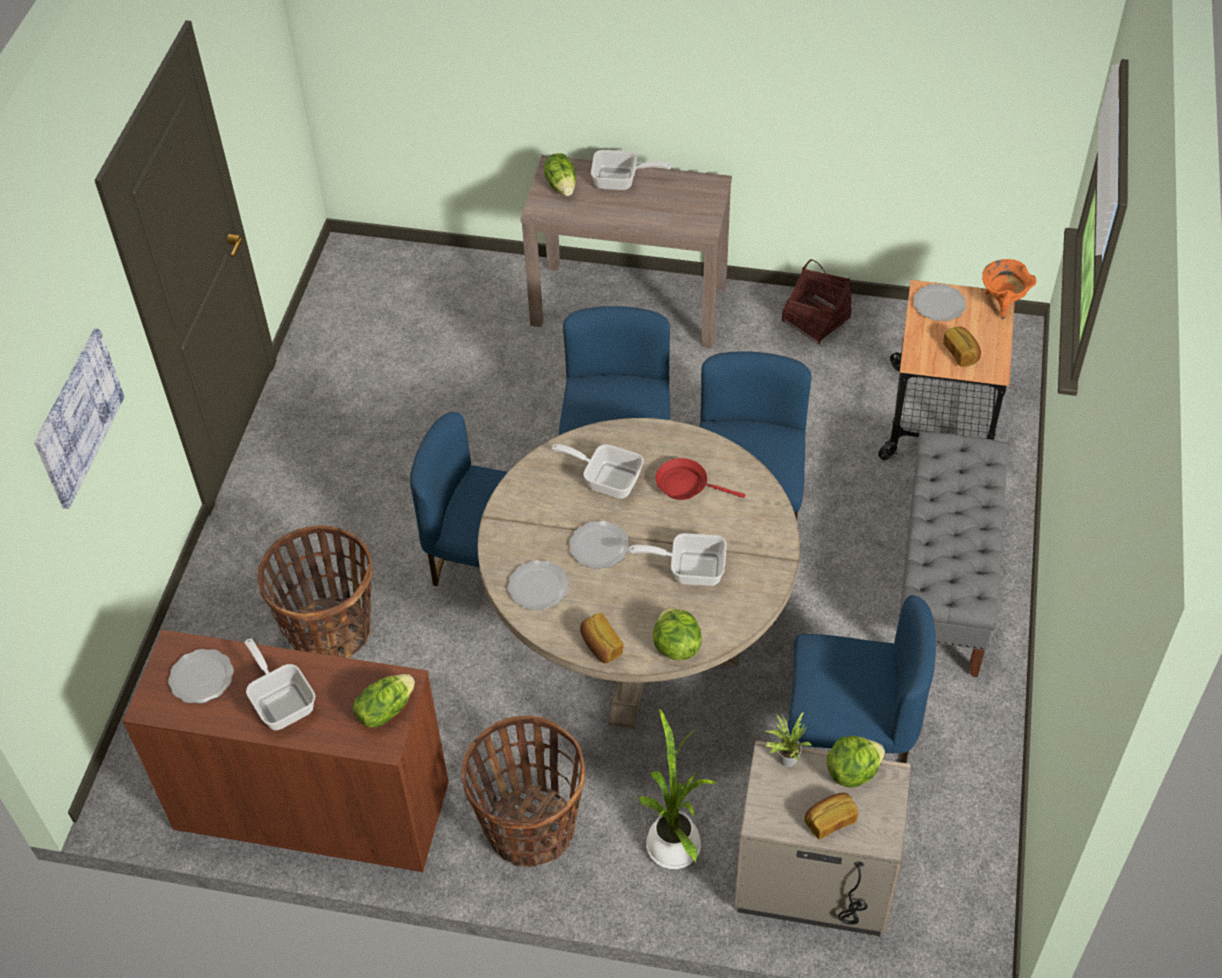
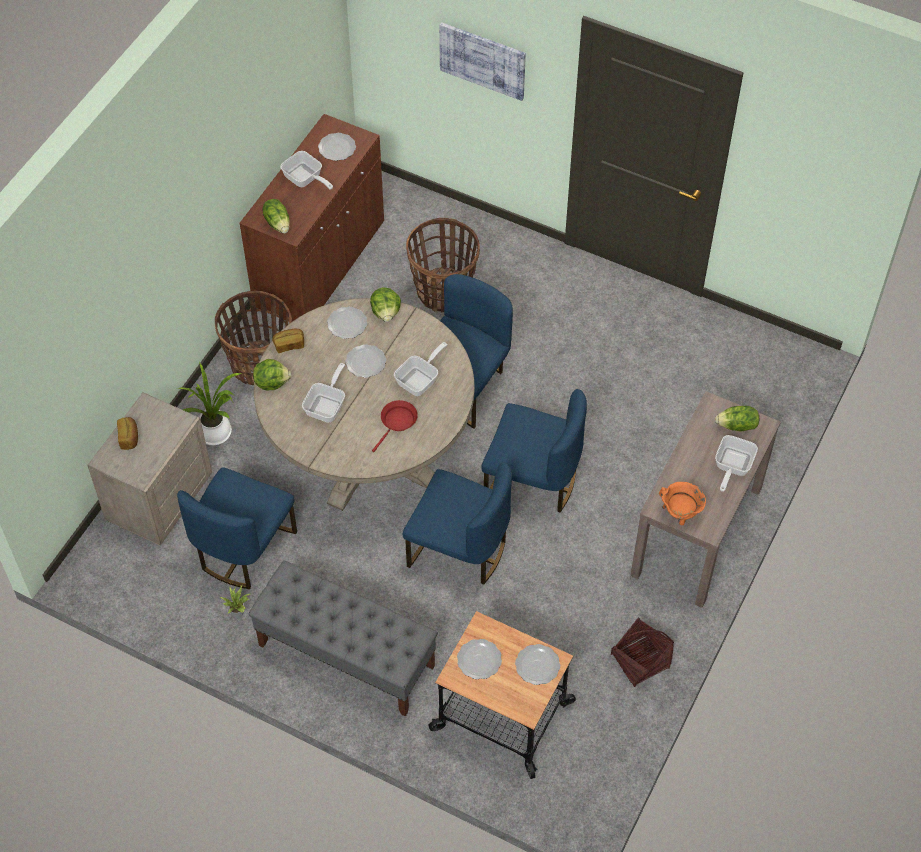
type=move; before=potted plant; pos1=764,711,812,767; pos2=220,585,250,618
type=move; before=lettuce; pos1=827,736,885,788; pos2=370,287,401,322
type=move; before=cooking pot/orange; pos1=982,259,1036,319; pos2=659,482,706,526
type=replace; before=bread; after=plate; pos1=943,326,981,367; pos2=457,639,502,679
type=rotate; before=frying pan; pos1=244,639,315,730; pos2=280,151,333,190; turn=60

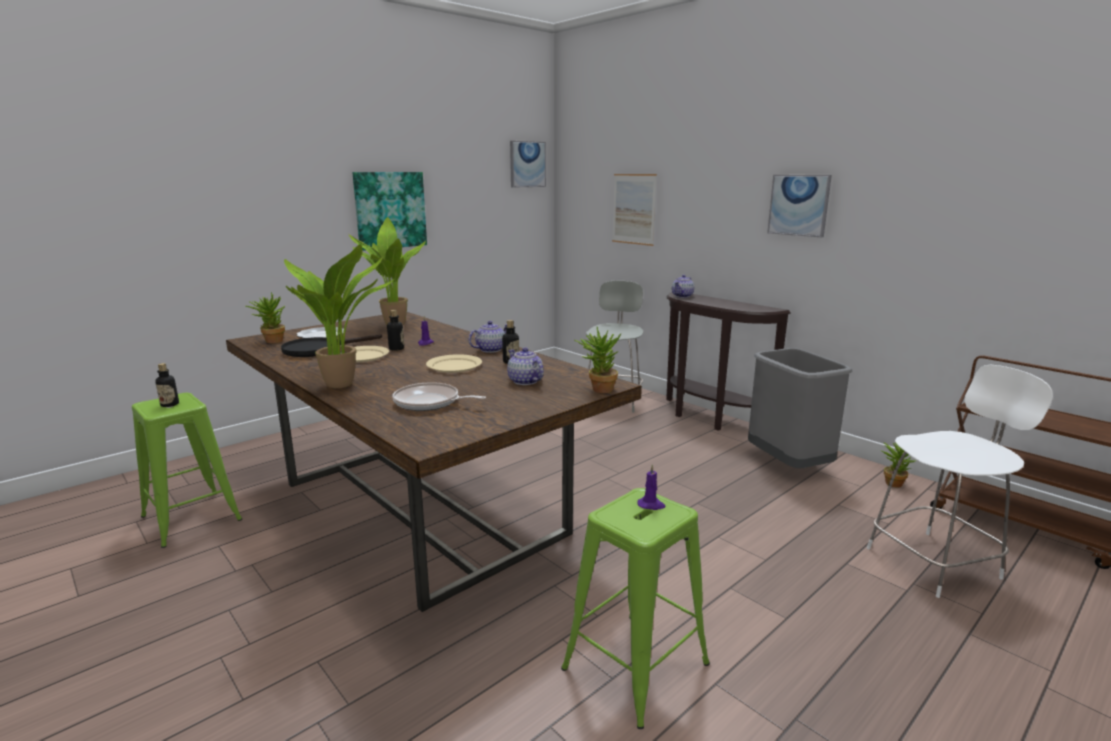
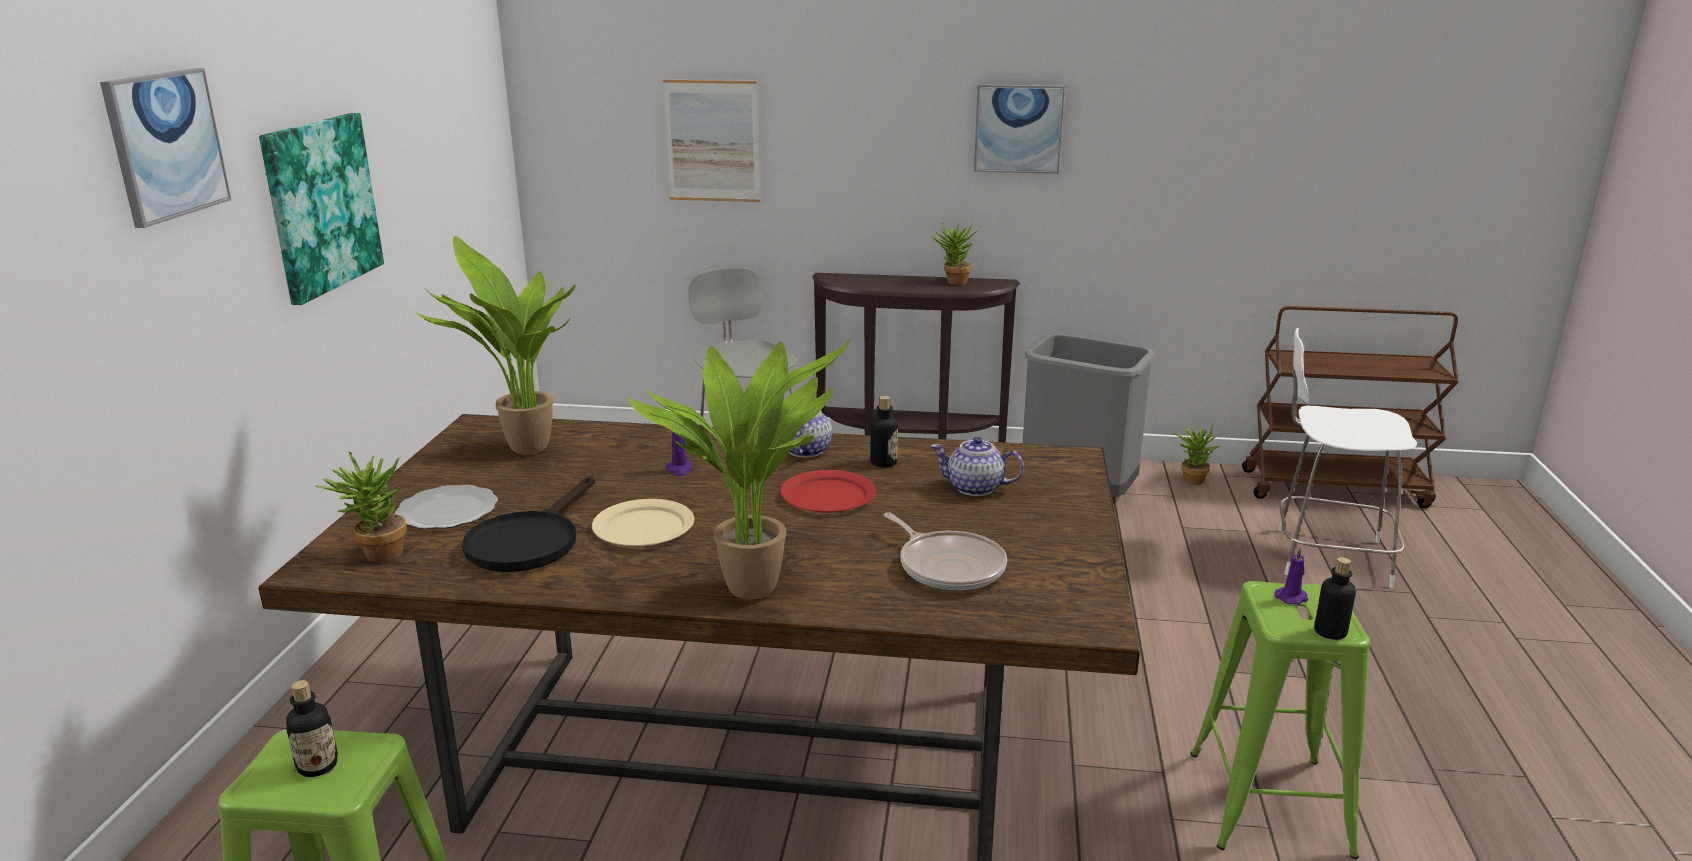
type=delete; before=teapot; pos1=672,275,694,298
type=move; before=bottle; pos1=387,310,404,351; pos2=1314,557,1356,640
type=move; before=picture; pos1=510,141,546,188; pos2=100,68,231,228
type=move; before=potted plant; pos1=575,327,622,393; pos2=932,223,977,285
type=recolor; before=plate/beige; after=plate/red; pos1=426,354,482,373; pos2=780,470,876,513
type=rotate; before=frying pan; pos1=392,382,486,411; pos2=883,512,1007,591; turn=-105
type=rotate; before=chair/white; pos1=867,365,1053,598; pos2=1278,328,1417,588; turn=-105

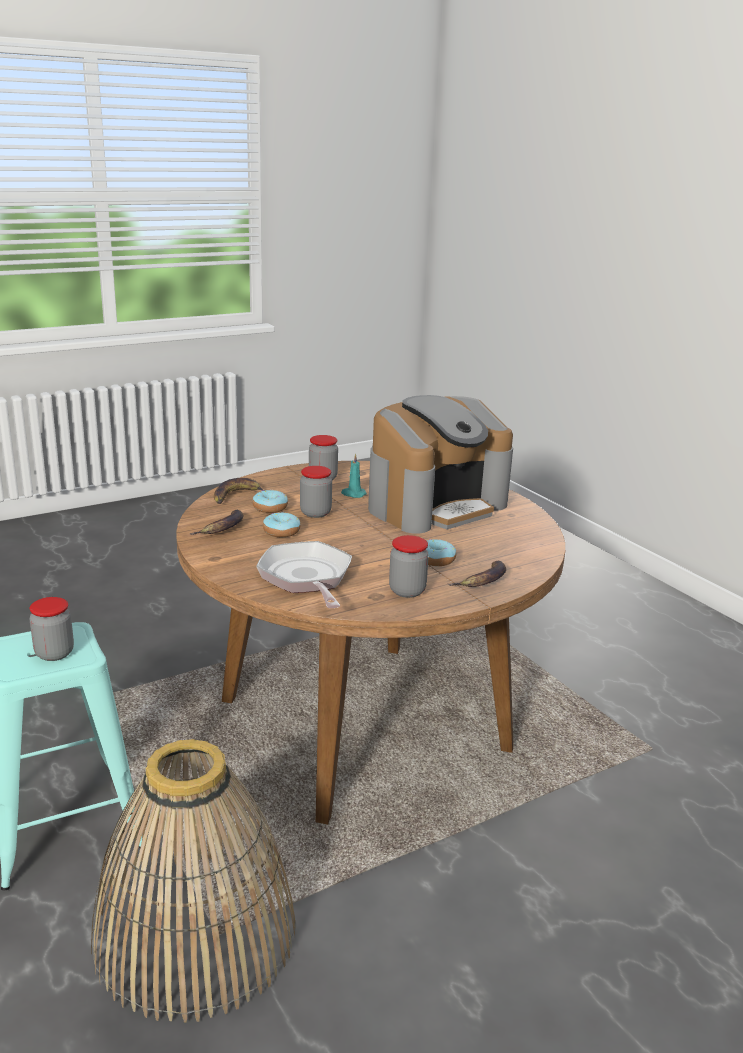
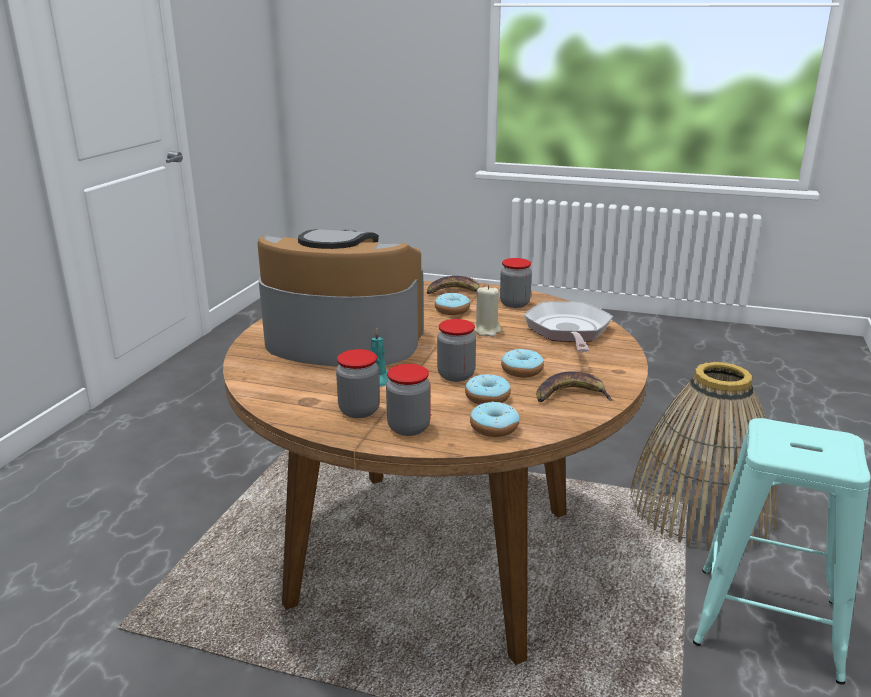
type=insert; after=candle/beige; pos2=474,285,501,337
type=move; before=jar; pos1=29,597,74,661; pos2=386,364,431,436
type=replace; before=banana; after=donut; pos1=214,478,265,504; pos2=470,401,519,437
type=rotate; before=frying pan; pos1=256,541,352,608; pos2=524,301,613,352; turn=150

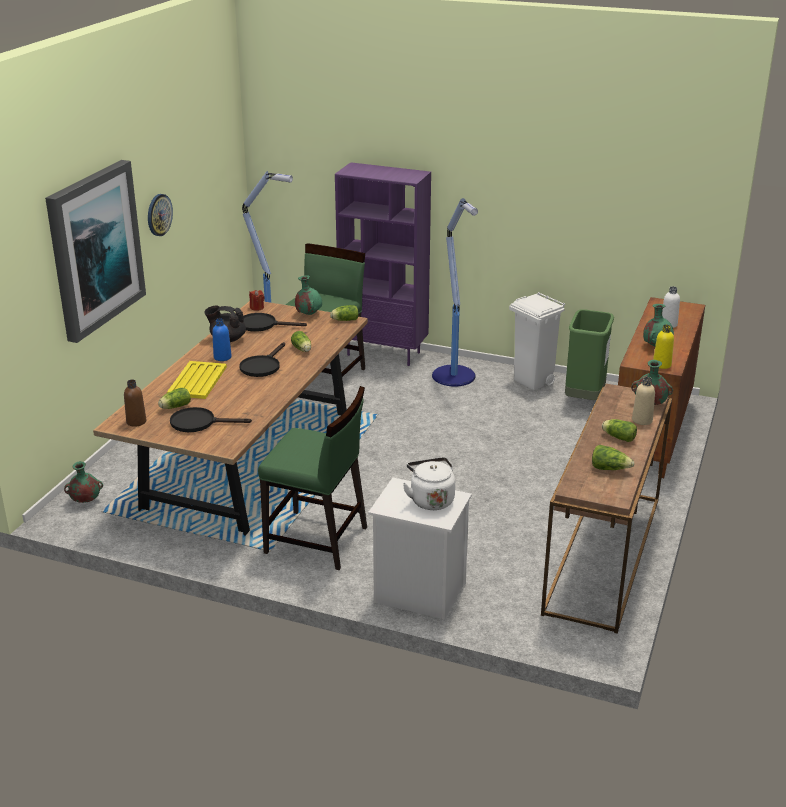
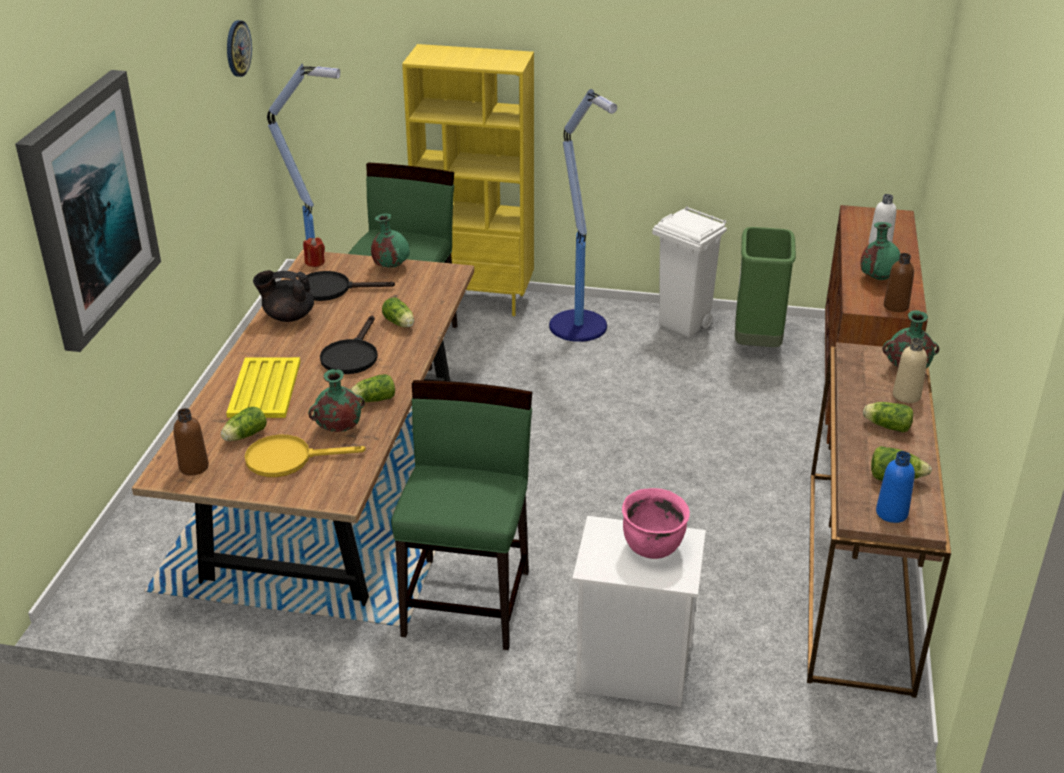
type=move; before=vase/green; pos1=64,461,103,503; pos2=308,369,365,432
type=move; before=wall clock; pos1=148,194,173,236; pos2=227,20,252,77
type=move; before=bottle/blue; pos1=212,318,232,361; pos2=876,451,915,523
type=move; before=lettuce; pos1=330,305,359,321; pos2=350,374,395,402
type=replace; before=kettle/white; after=cooking pot/pink; pos1=403,457,455,510; pos2=622,488,690,559
type=recolor; before=frying pan/black; after=frying pan/yellow; pos1=170,407,252,432; pos2=245,435,366,477
type=recolor; before=bookcase/purple; after=bookcase/yellow; pos1=335,162,431,366; pos2=402,44,534,316
type=recolor; before=bottle/yellow; after=bottle/brown; pos1=653,325,674,369; pos2=884,253,914,312
type=rotate; before=chair/green; pos1=258,386,367,570; pos2=391,380,532,650; turn=-90

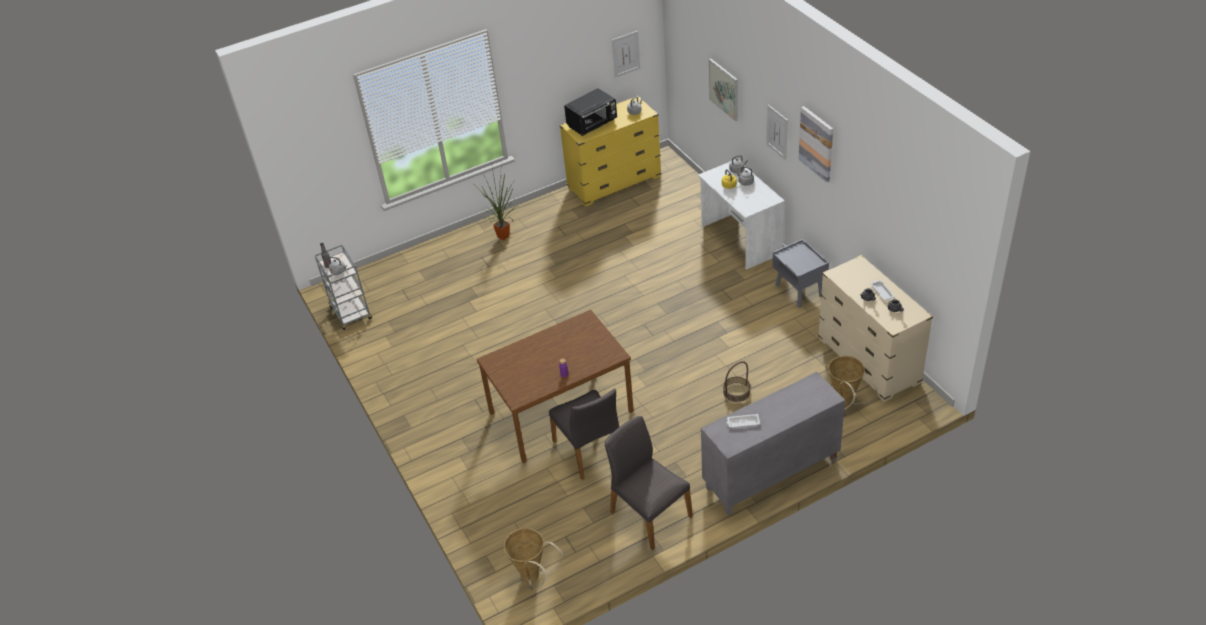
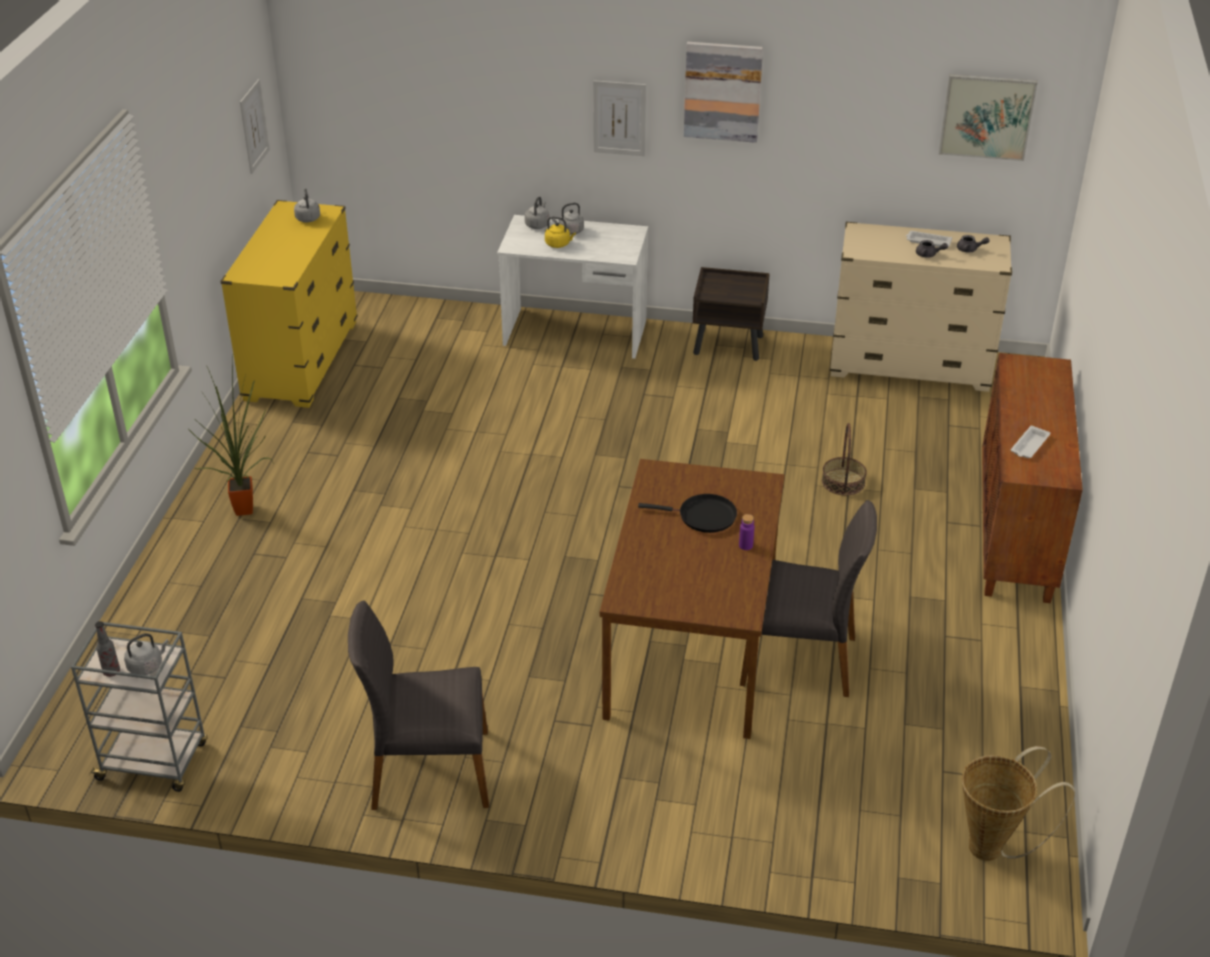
type=delete; before=microwave/black; pos1=564,88,617,136
type=delete; before=basket; pos1=828,356,877,410
type=insert; after=frying pan/black; pos2=638,494,737,533
type=move; before=chair/grey; pos1=605,416,693,550; pos2=348,600,489,810
type=move; before=picture; pos1=709,58,738,121; pos2=939,74,1038,161
type=recolor; before=cabinet/grey; after=cabinet/brown; pos1=701,372,845,515; pos2=982,353,1083,603
type=recolor; before=nightstand/grey; after=nightstand/brown; pos1=772,239,829,308; pos2=693,267,770,361

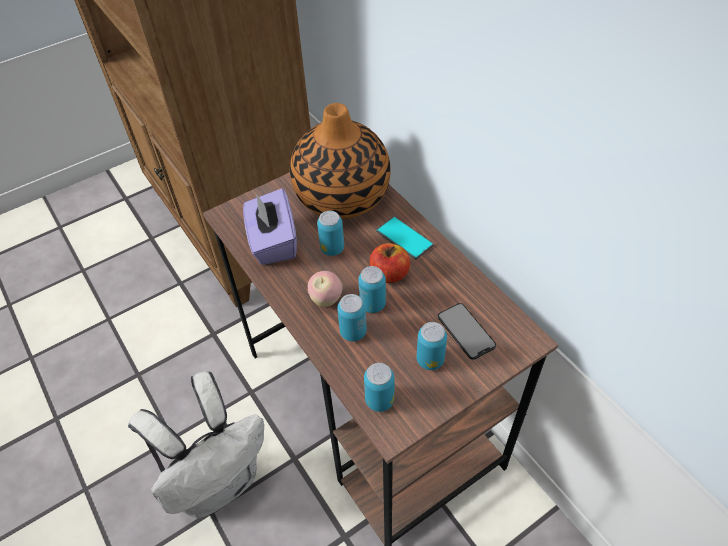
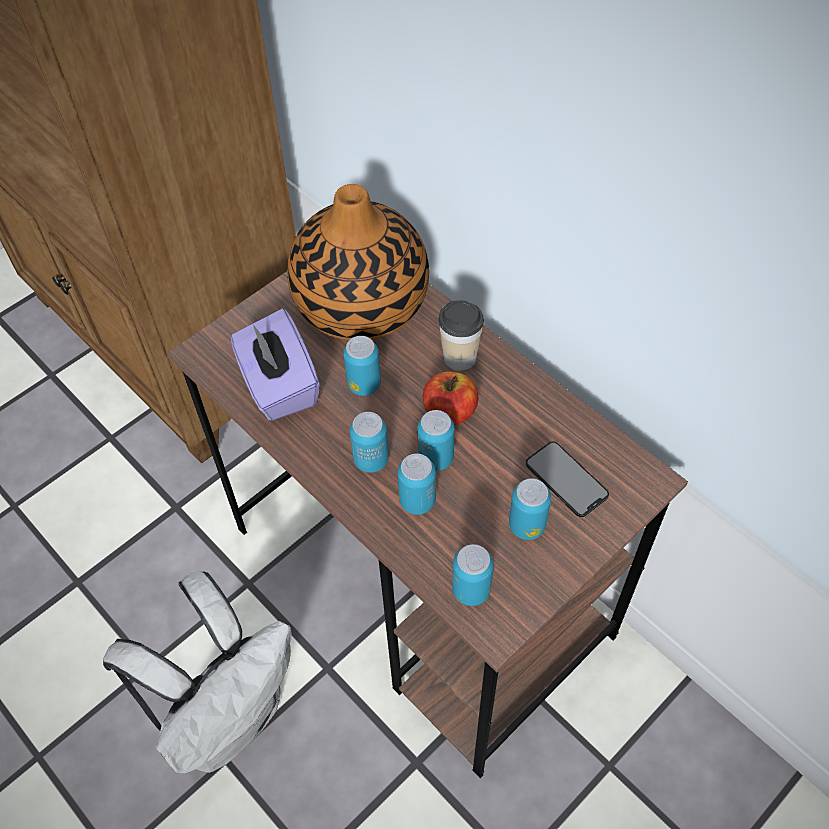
type=replace; before=apple; after=can; pos1=308,271,342,307; pos2=350,412,389,473
type=replace; before=phone; after=cup; pos1=376,216,434,260; pos2=439,300,484,371

